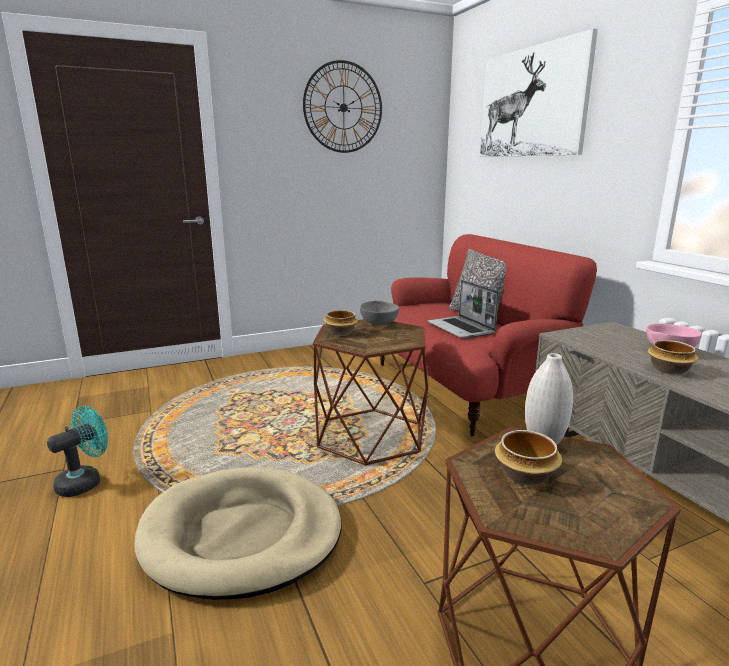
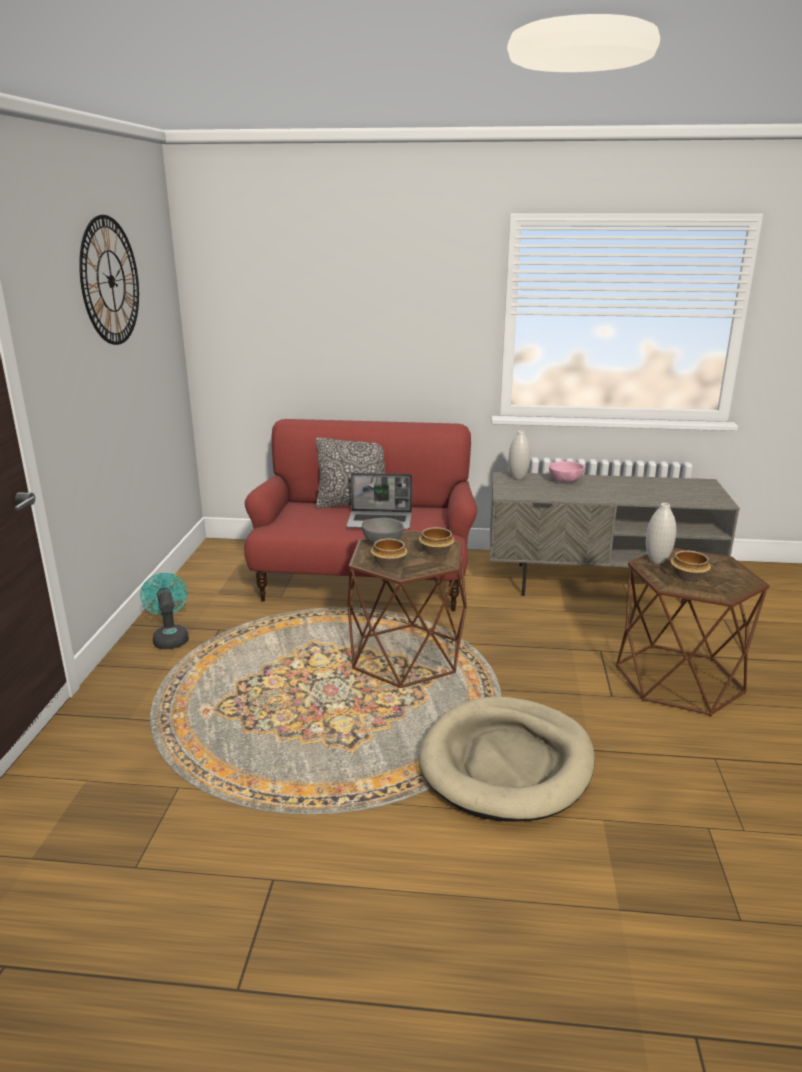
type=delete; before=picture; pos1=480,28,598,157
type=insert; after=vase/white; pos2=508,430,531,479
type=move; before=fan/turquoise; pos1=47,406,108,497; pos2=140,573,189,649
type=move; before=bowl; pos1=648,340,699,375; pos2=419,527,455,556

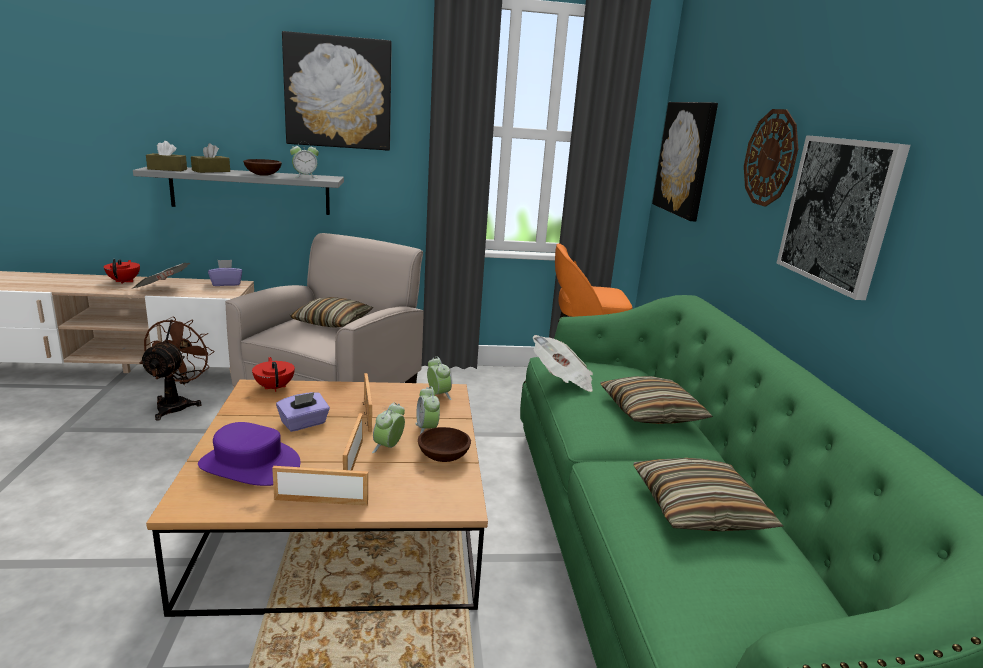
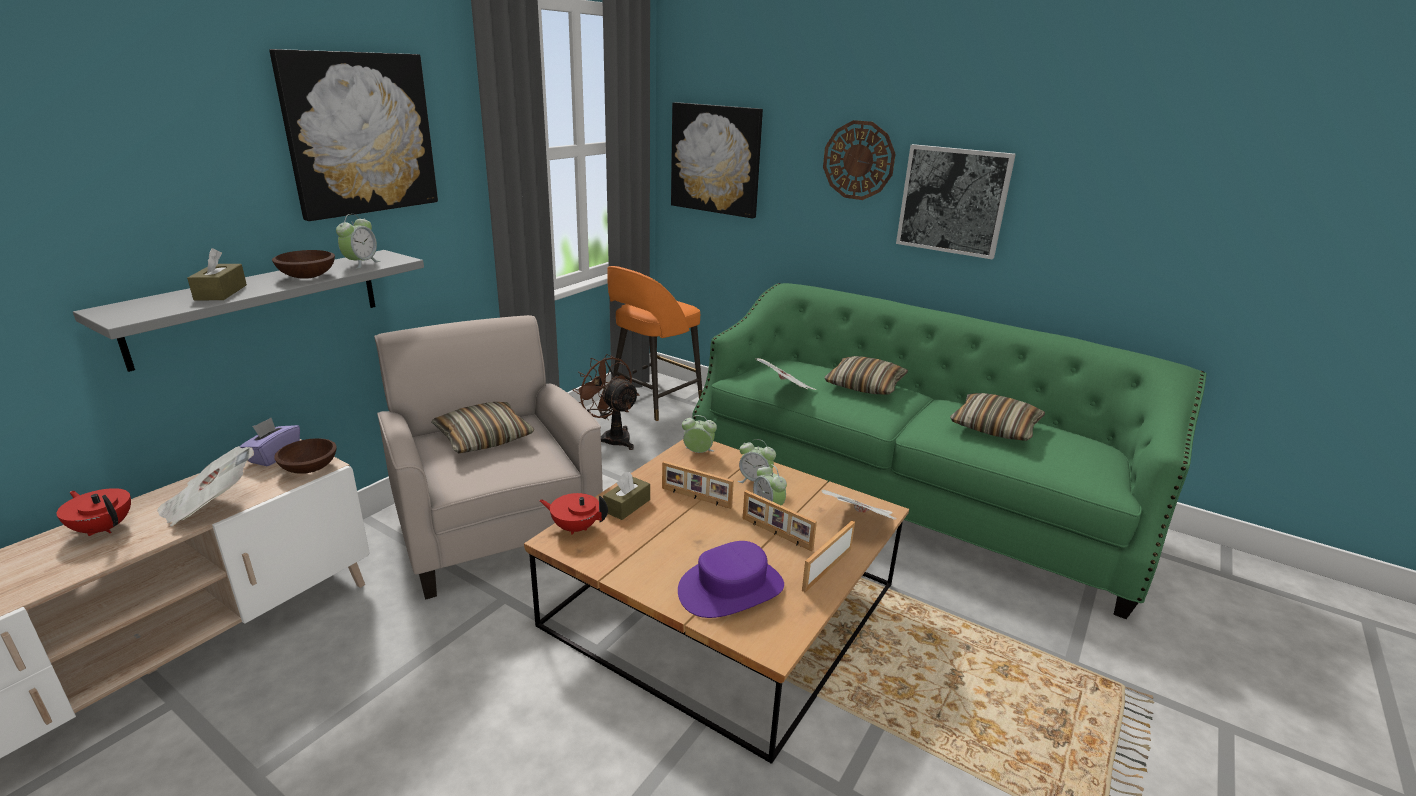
type=delete; before=tissue box/purple; pos1=276,392,330,432
type=insert; after=newspaper; pos2=821,489,897,521
type=move; before=fan/brown; pos1=139,316,215,421; pos2=573,354,640,450
type=move; before=tissue box/brown; pos1=146,141,187,171; pos2=603,472,650,520
type=move; before=bowl/brown; pos1=418,427,471,462; pos2=274,438,337,474

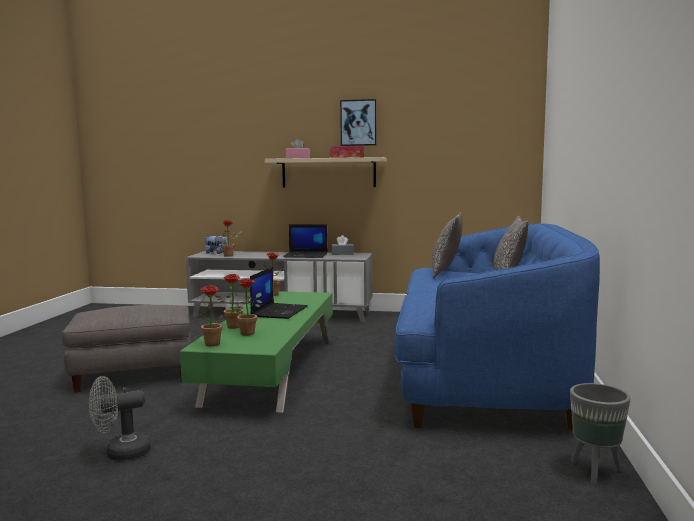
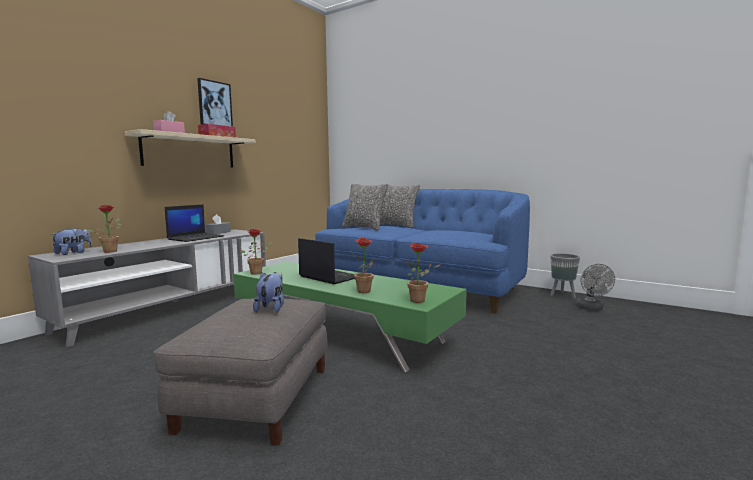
type=delete; before=potted plant; pos1=225,279,262,336
type=insert; after=plush toy; pos2=253,272,284,313
type=move; before=fan/grey; pos1=89,376,151,461; pos2=576,264,615,311

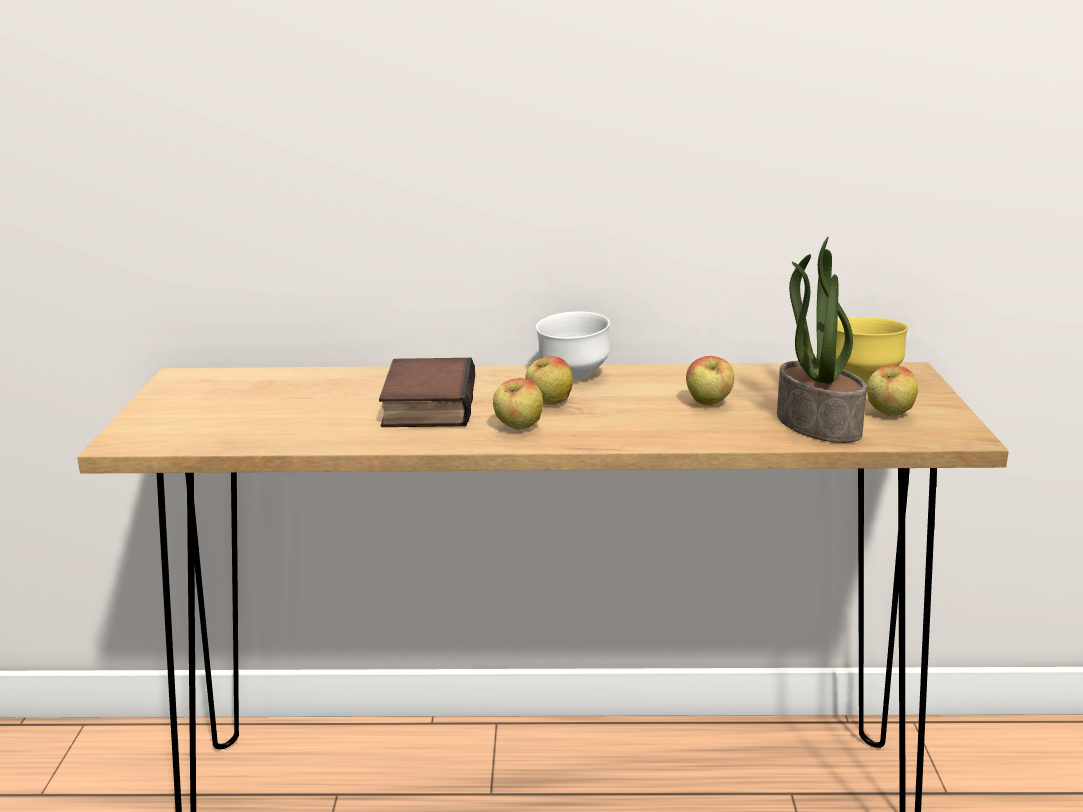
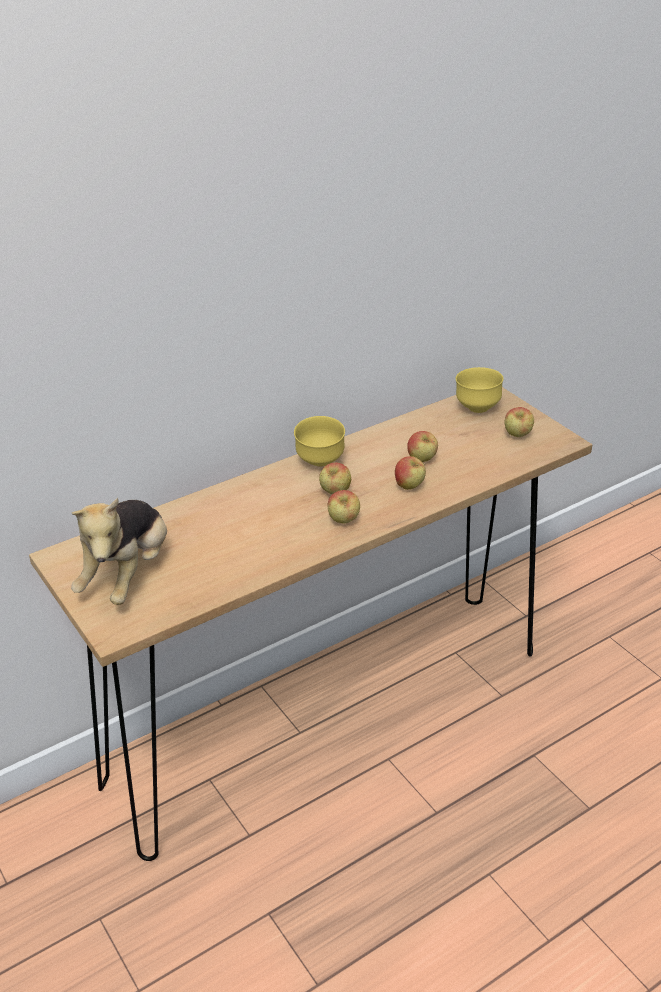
type=delete; before=book; pos1=379,358,475,427
type=delete; before=potted plant; pos1=777,237,867,443
type=insert; after=plush toy; pos2=71,498,167,605
type=insert; after=apple; pos2=395,456,426,490
type=recolor; before=bowl/white; after=bowl/yellow; pos1=536,311,610,380; pos2=294,416,345,467

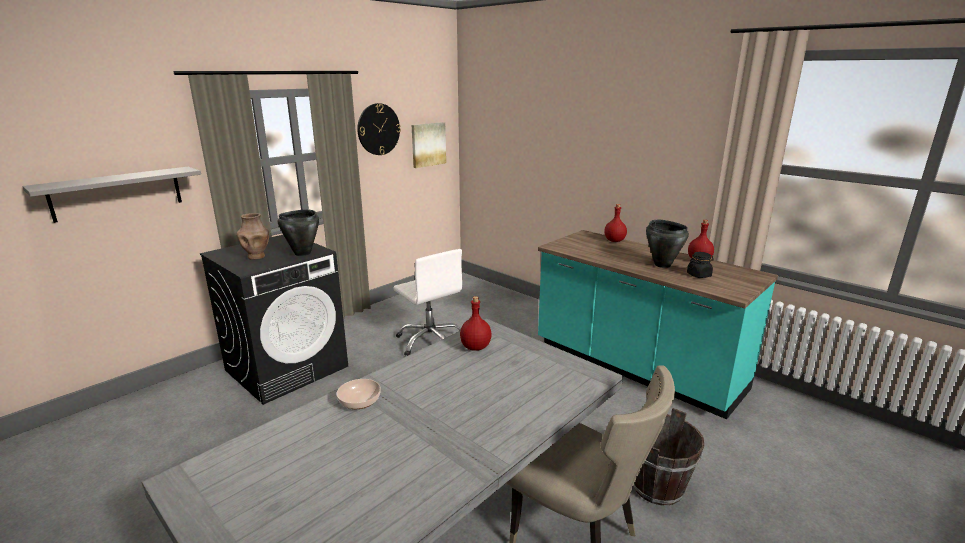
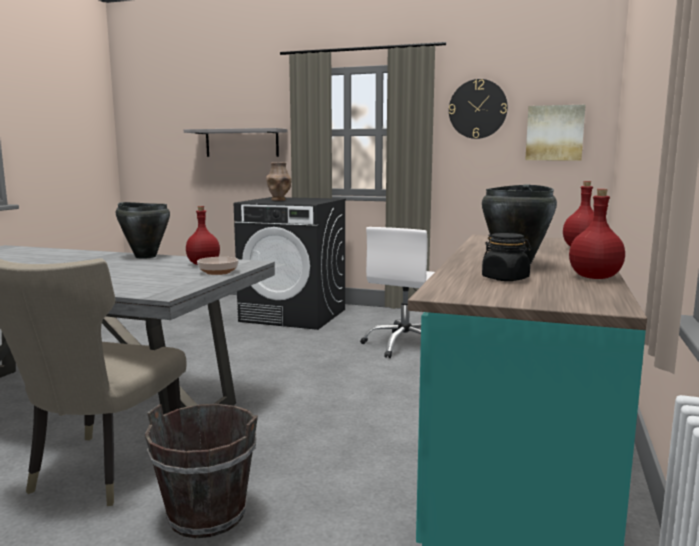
type=move; before=cooking pot/black; pos1=277,210,319,256; pos2=116,202,170,259
type=move; before=bowl; pos1=337,379,381,409; pos2=197,257,239,275

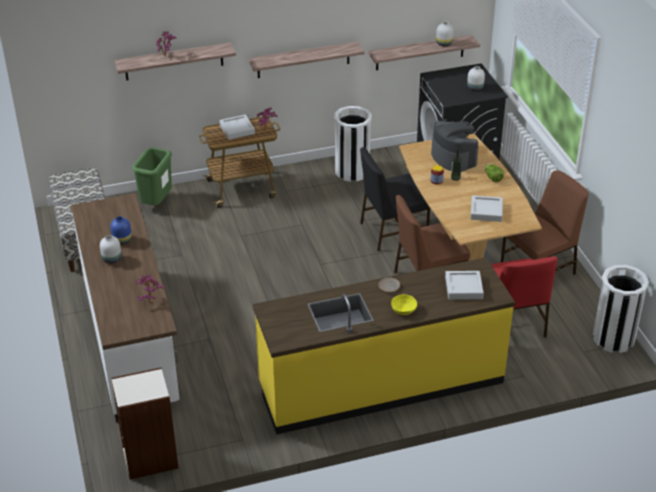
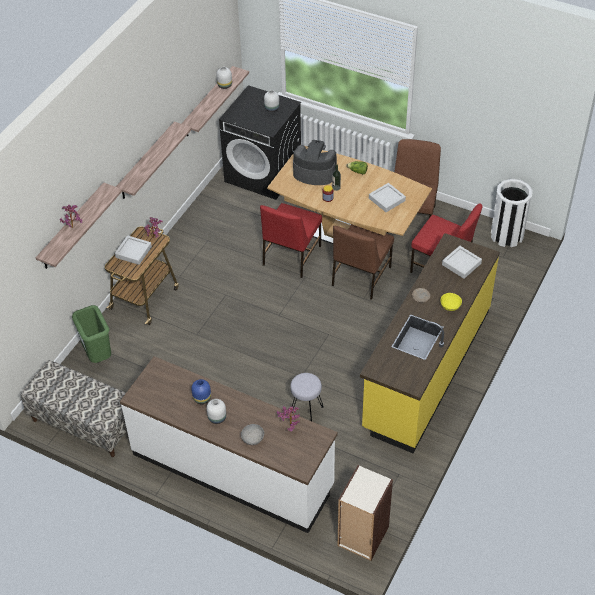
type=delete; before=trash can/white; pos1=334,106,372,182
type=insert; after=bowl/grey; pos2=241,424,264,445
type=insert; after=stool/grey; pos2=290,373,324,421
type=recolor; before=chair/black; after=chair/red; pos1=360,147,430,251; pos2=260,203,322,278

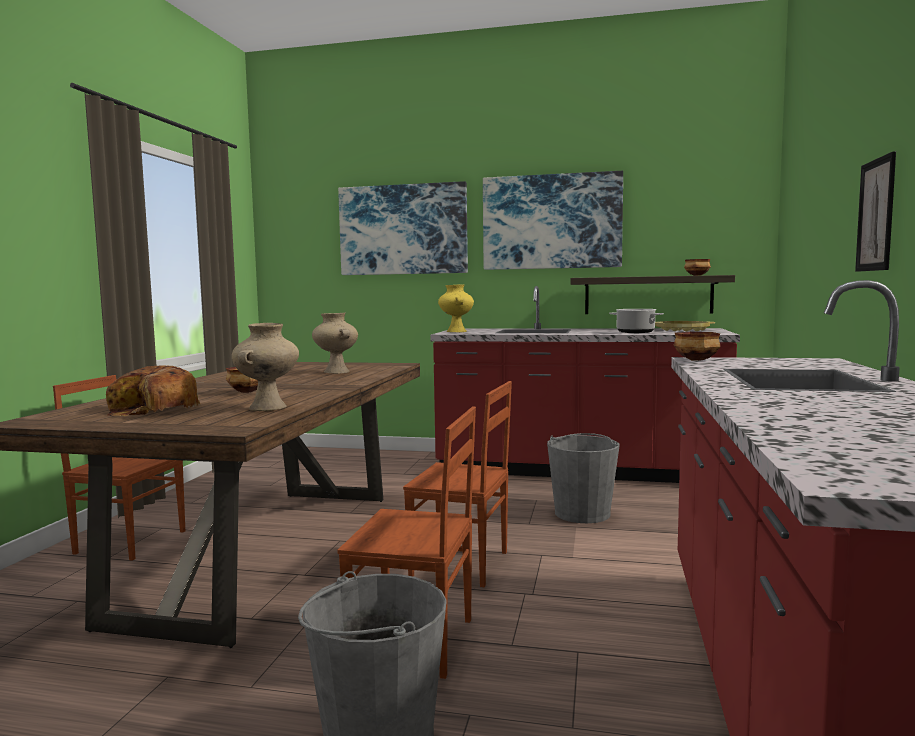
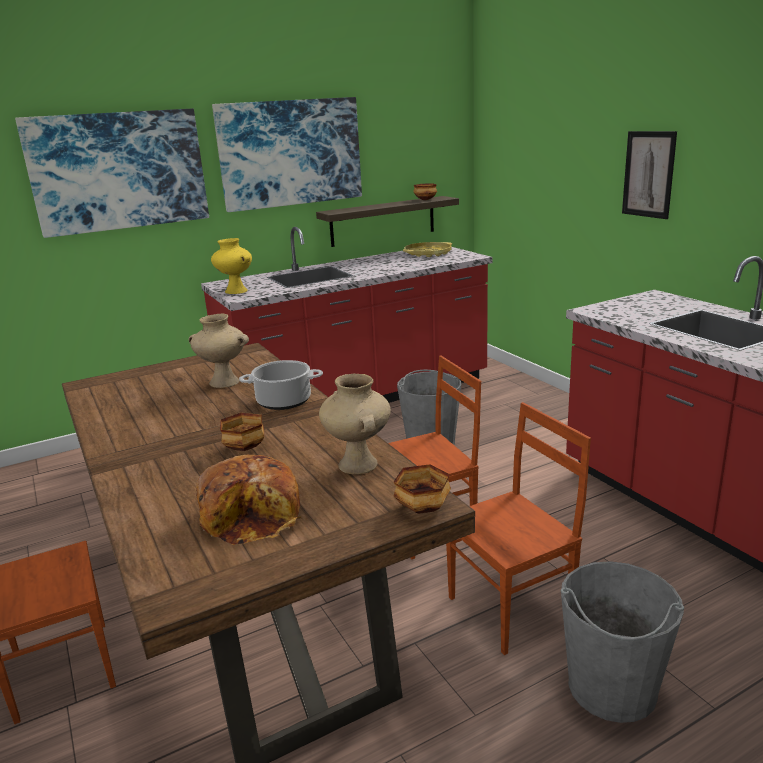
type=move; before=cooking pot; pos1=609,309,664,333; pos2=239,360,323,410
type=move; before=bowl; pos1=674,332,721,361; pos2=394,464,451,514

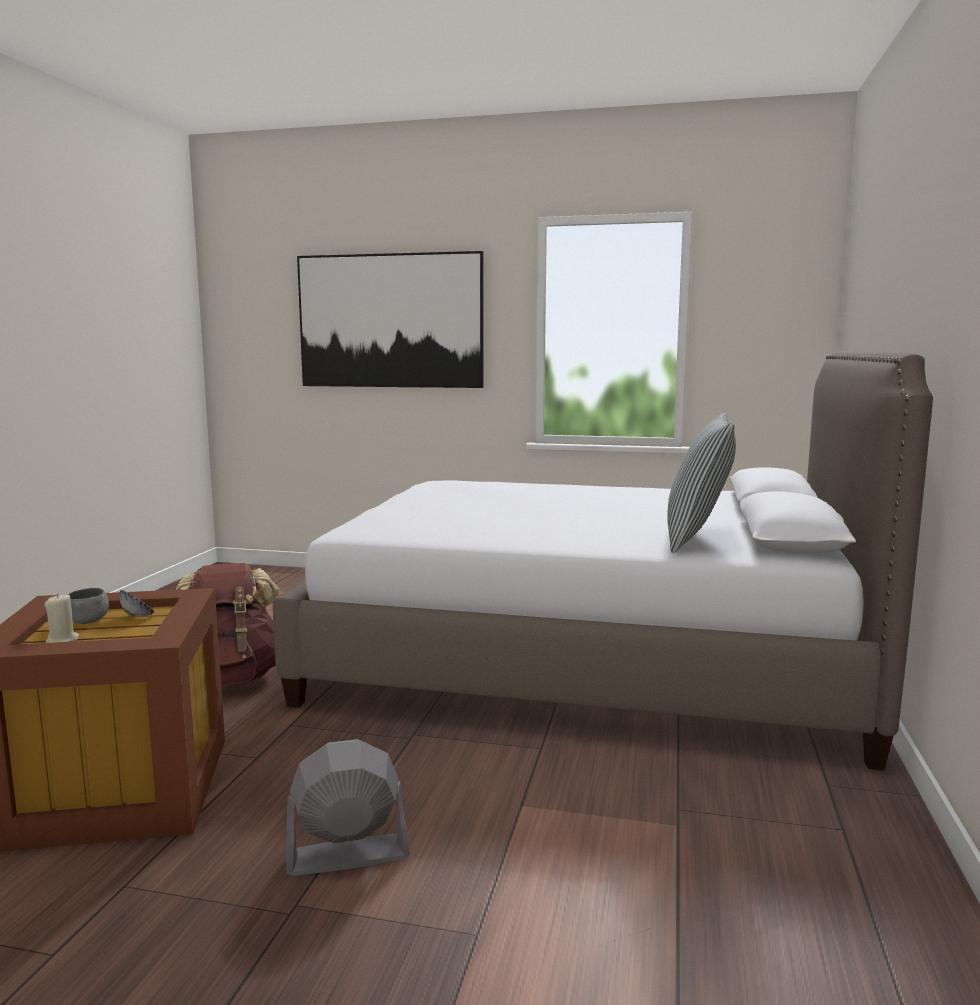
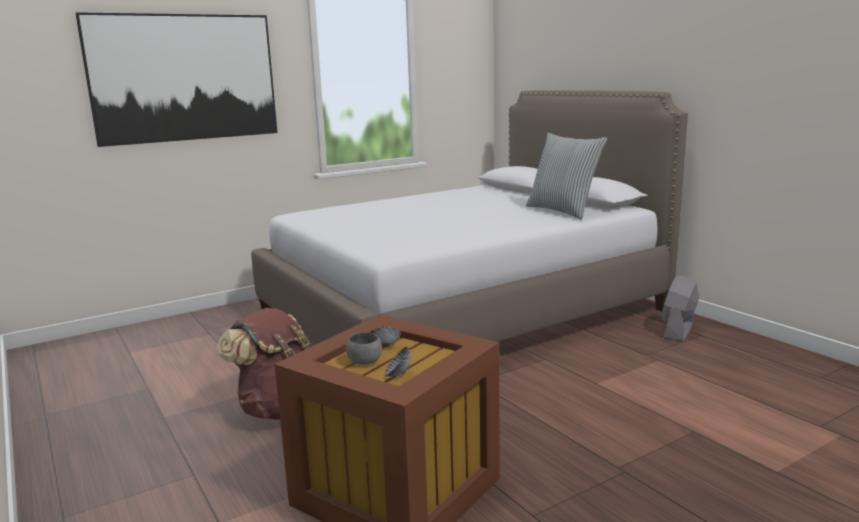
type=move; before=fan/grey; pos1=286,739,410,876; pos2=661,275,699,341
type=replace; before=candle/beige; after=bowl; pos1=45,594,79,643; pos2=384,346,411,377

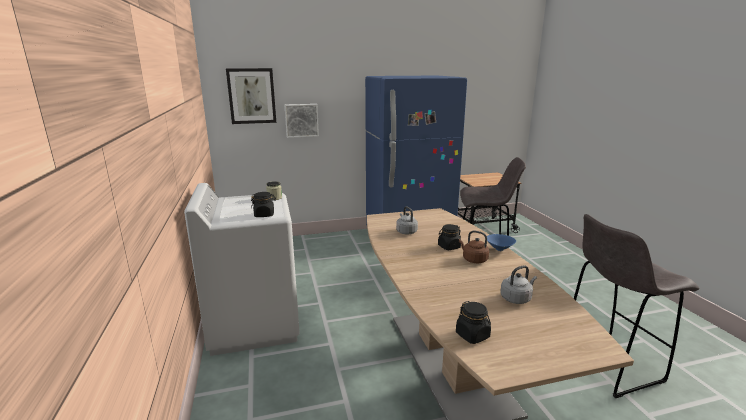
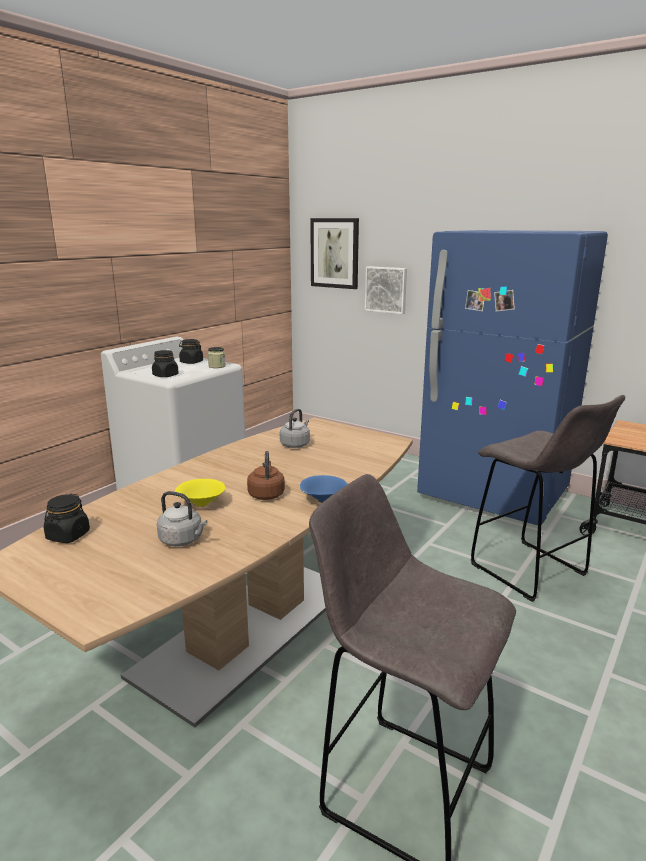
type=insert; after=bowl/yellow; pos2=175,479,225,507
type=move; before=jar/black; pos1=438,224,461,250; pos2=179,339,203,364

